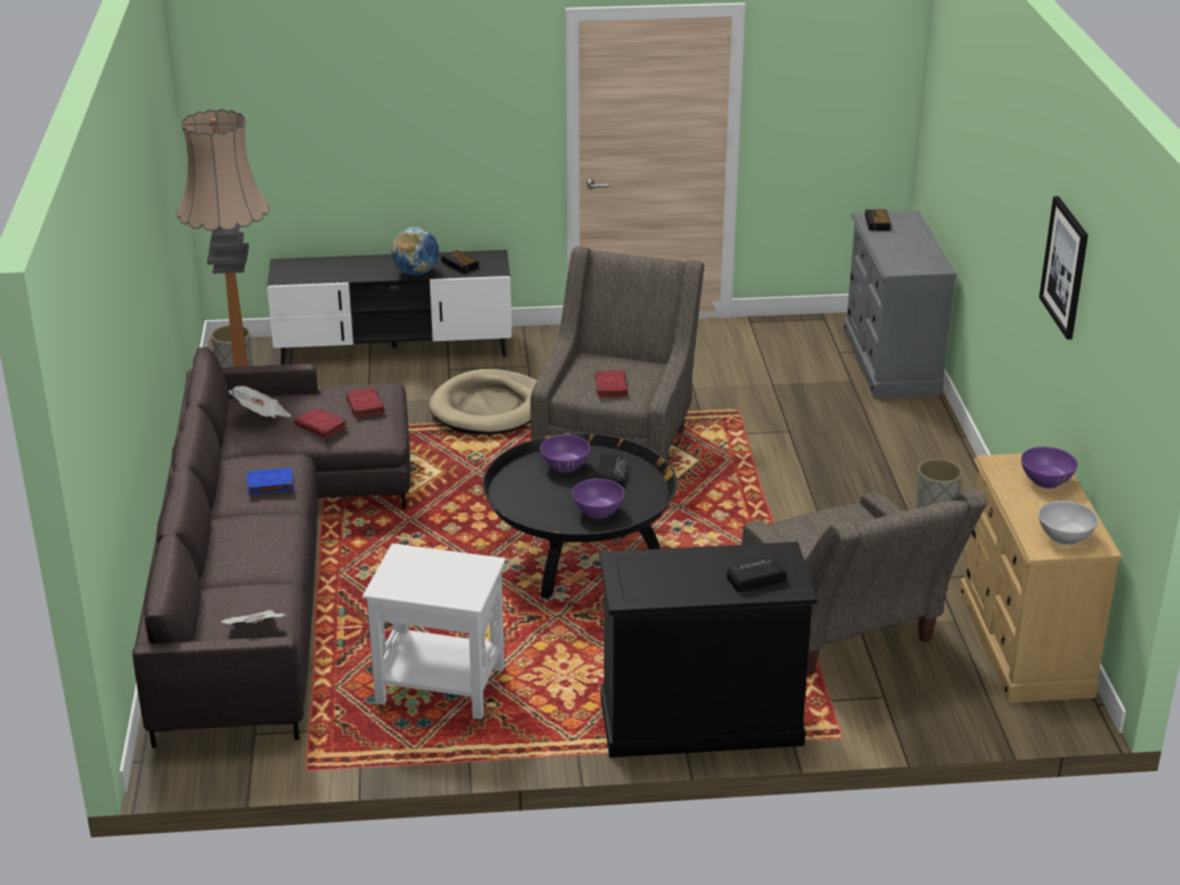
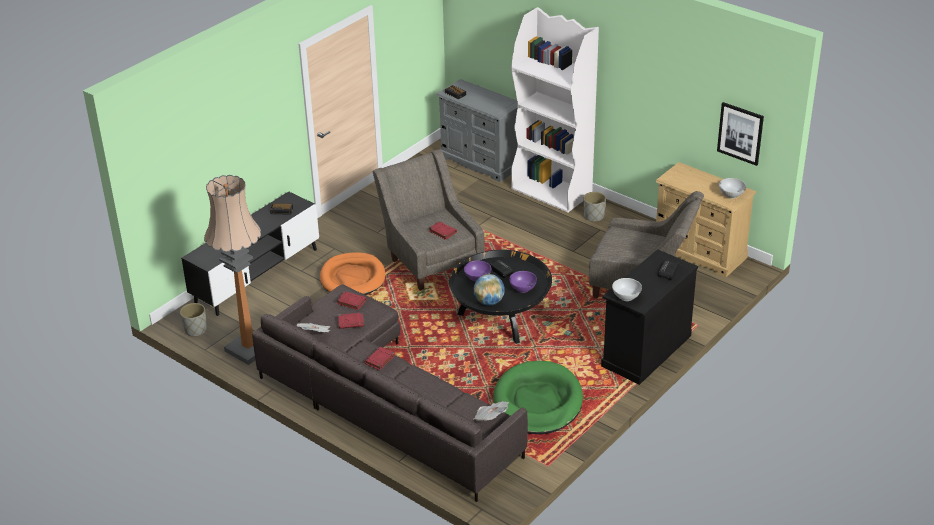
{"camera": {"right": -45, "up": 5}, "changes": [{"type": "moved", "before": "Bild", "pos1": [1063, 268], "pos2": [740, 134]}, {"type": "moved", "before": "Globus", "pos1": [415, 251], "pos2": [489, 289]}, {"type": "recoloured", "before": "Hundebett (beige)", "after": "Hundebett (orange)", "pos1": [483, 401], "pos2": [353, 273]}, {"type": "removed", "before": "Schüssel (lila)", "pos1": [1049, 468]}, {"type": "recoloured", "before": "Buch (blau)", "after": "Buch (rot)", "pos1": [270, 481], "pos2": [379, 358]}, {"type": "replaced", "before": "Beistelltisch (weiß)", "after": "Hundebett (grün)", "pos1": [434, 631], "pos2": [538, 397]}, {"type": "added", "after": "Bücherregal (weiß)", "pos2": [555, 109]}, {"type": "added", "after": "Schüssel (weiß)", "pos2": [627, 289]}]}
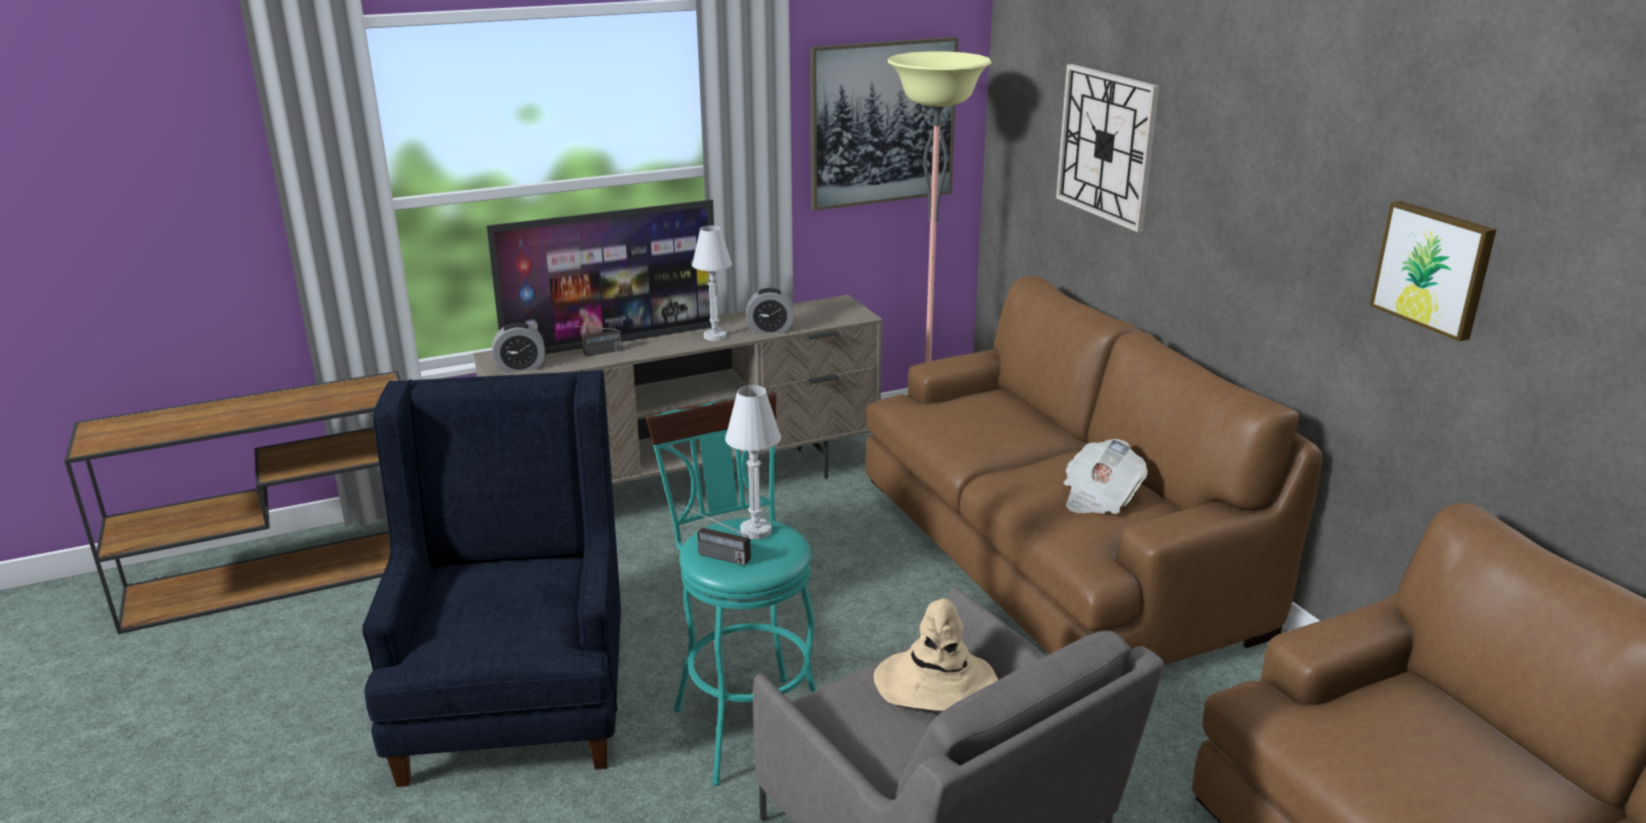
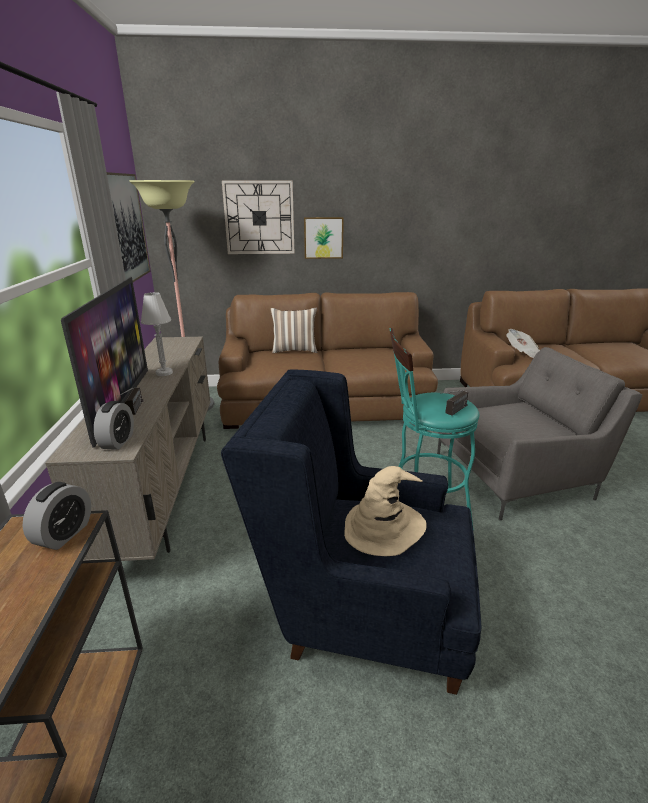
{"camera": {"right": -70, "up": 0}, "changes": [{"type": "moved", "before": "Bild", "pos1": [1433, 271], "pos2": [324, 238]}, {"type": "moved", "before": "Wecker", "pos1": [770, 311], "pos2": [56, 516]}, {"type": "removed", "before": "Tischlampe (weiß)", "pos1": [753, 462]}, {"type": "moved", "before": "Zeitung", "pos1": [1106, 476], "pos2": [523, 343]}, {"type": "moved", "before": "Hut (beige)", "pos1": [936, 655], "pos2": [385, 511]}, {"type": "added", "after": "Kissen", "pos2": [293, 330]}]}
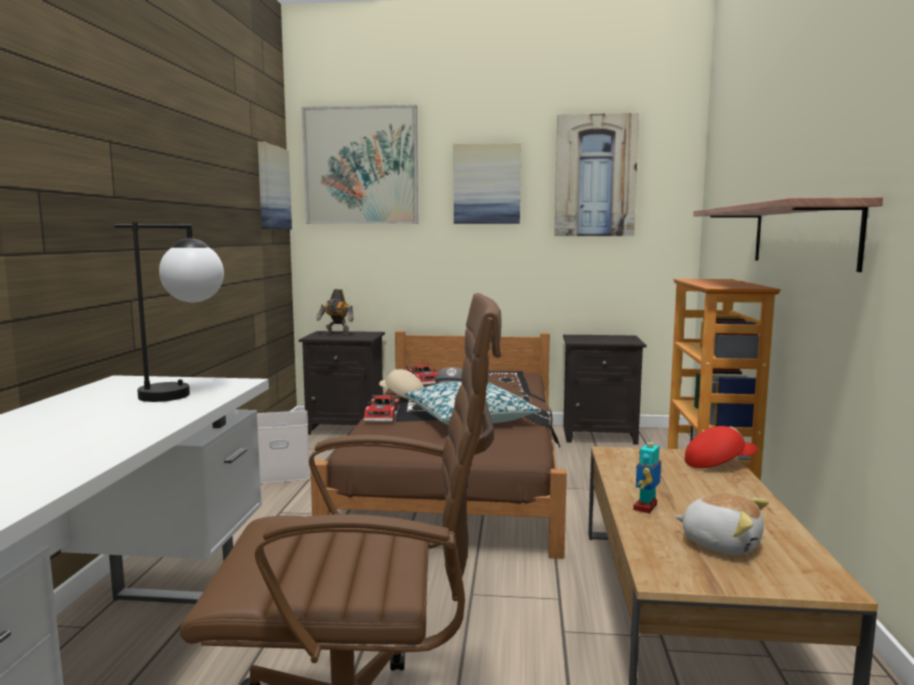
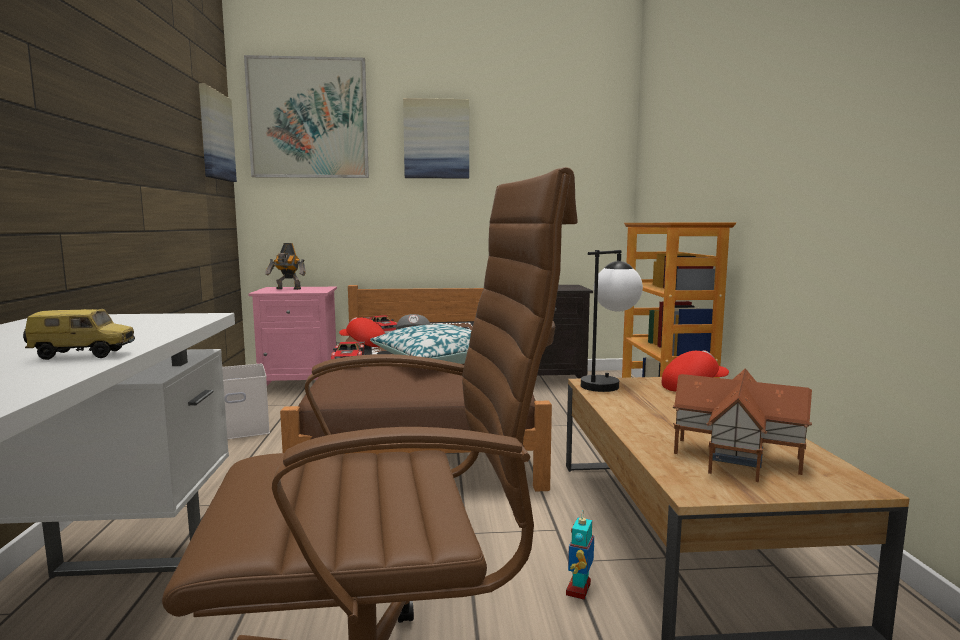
{"camera": {"right": -10, "up": 0}, "changes": [{"type": "removed", "before": "Bild", "pos1": [596, 174]}, {"type": "removed", "before": "Wandregal", "pos1": [788, 234]}, {"type": "moved", "before": "Tischlampe", "pos1": [169, 312], "pos2": [612, 321]}, {"type": "recoloured", "before": "Nachttisch (schwarz)", "after": "Nachttisch (rosa)", "pos1": [342, 383], "pos2": [292, 336]}, {"type": "recoloured", "before": "Kappe (beige)", "after": "Kappe (rot)", "pos1": [401, 384], "pos2": [362, 332]}, {"type": "moved", "before": "Spielzeugroboter", "pos1": [647, 474], "pos2": [580, 555]}, {"type": "replaced", "before": "Plüschtier", "after": "Spielzeughaus", "pos1": [722, 524], "pos2": [742, 425]}, {"type": "added", "after": "Spielzeugauto", "pos2": [79, 334]}]}
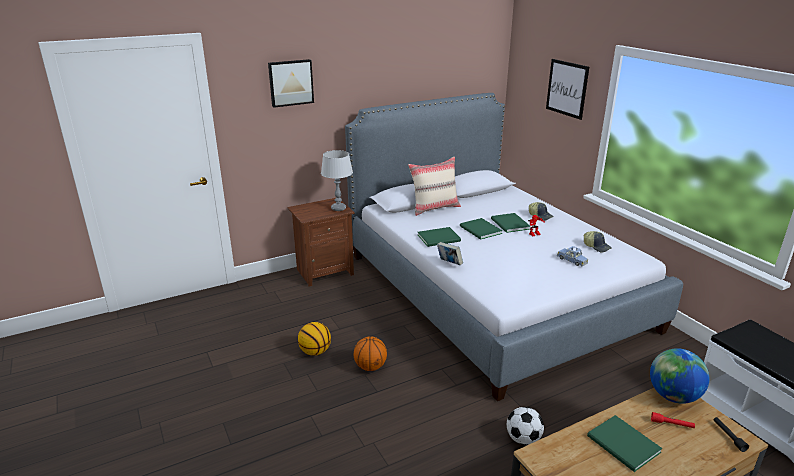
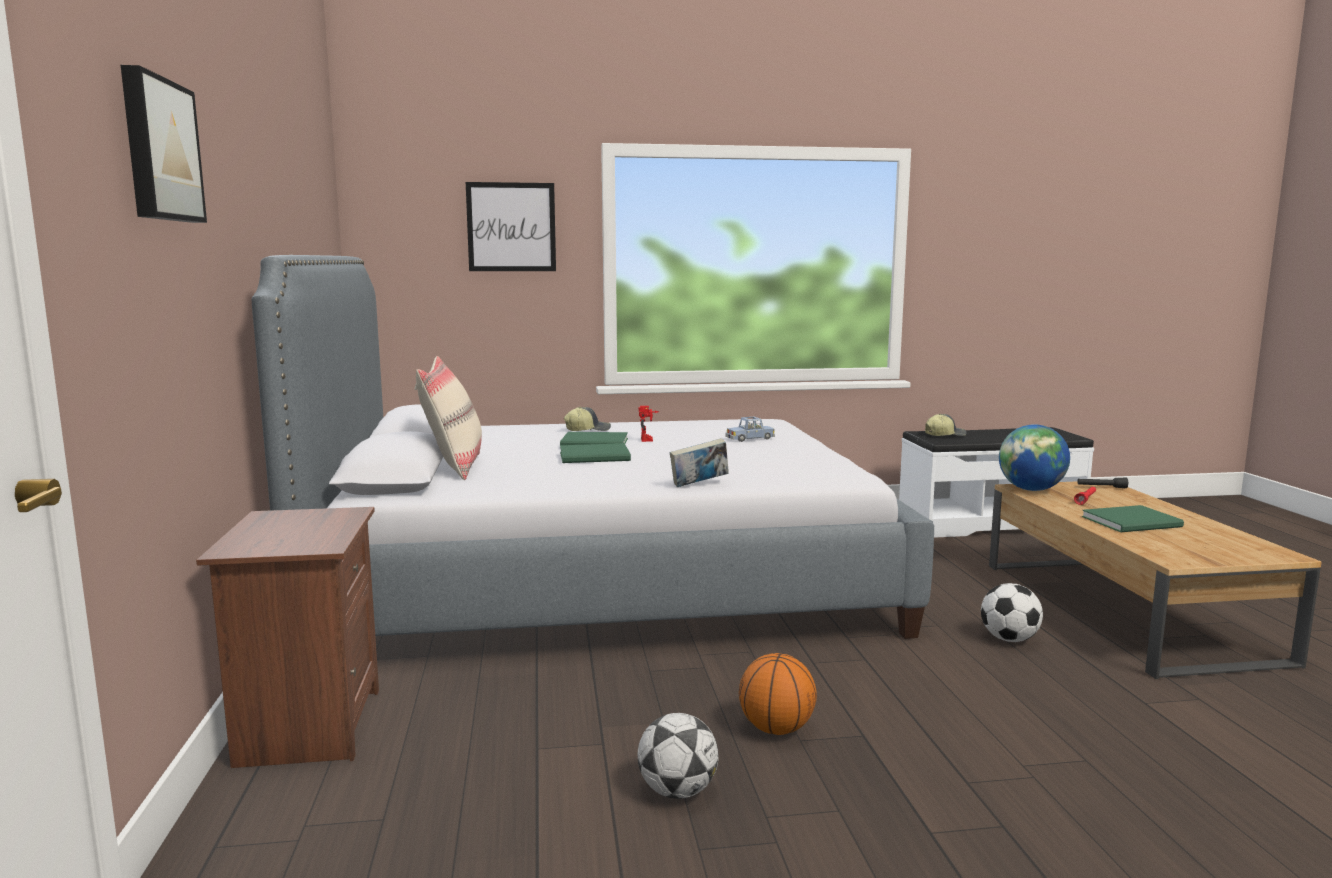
{"camera": {"right": -70, "up": -15}, "changes": [{"type": "removed", "before": "Tischlampe (grau)", "pos1": [337, 180]}, {"type": "removed", "before": "Buch (grün)", "pos1": [439, 237]}, {"type": "moved", "before": "Kappe", "pos1": [598, 241], "pos2": [946, 425]}, {"type": "replaced", "before": "Basketball", "after": "Fußball", "pos1": [314, 339], "pos2": [678, 756]}]}
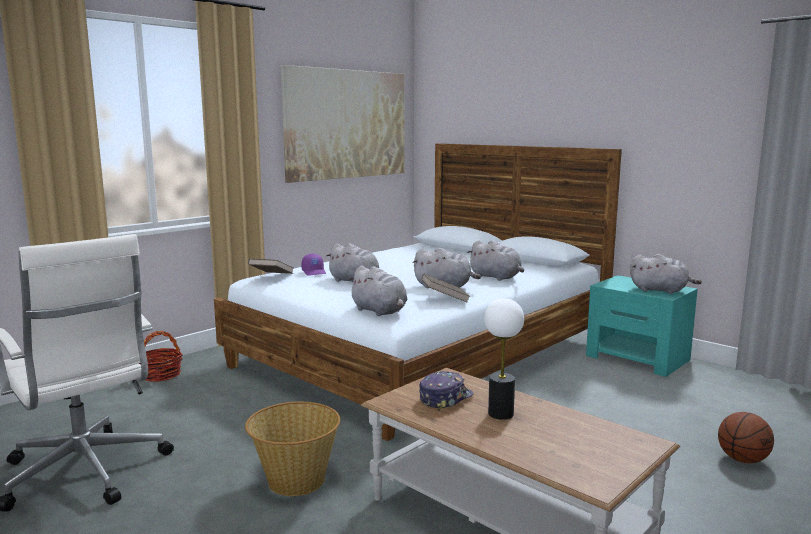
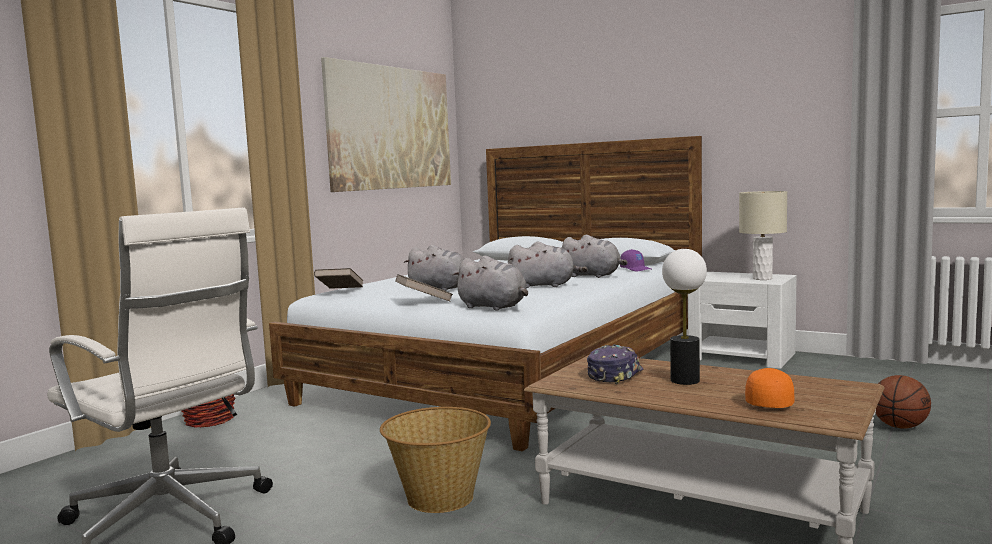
{"camera": {"right": -10, "up": -5}, "changes": [{"type": "moved", "before": "Kappe (lila)", "pos1": [314, 264], "pos2": [635, 260]}, {"type": "replaced", "before": "Plüschtier (grau)", "after": "Tischlampe (beige)", "pos1": [666, 274], "pos2": [763, 235]}, {"type": "moved", "before": "Buch (braun)", "pos1": [445, 288], "pos2": [424, 288]}, {"type": "recoloured", "before": "Nachttisch (türkis)", "after": "Nachttisch (weiß)", "pos1": [642, 326], "pos2": [742, 320]}, {"type": "added", "after": "Kappe (orange)", "pos2": [770, 388]}]}
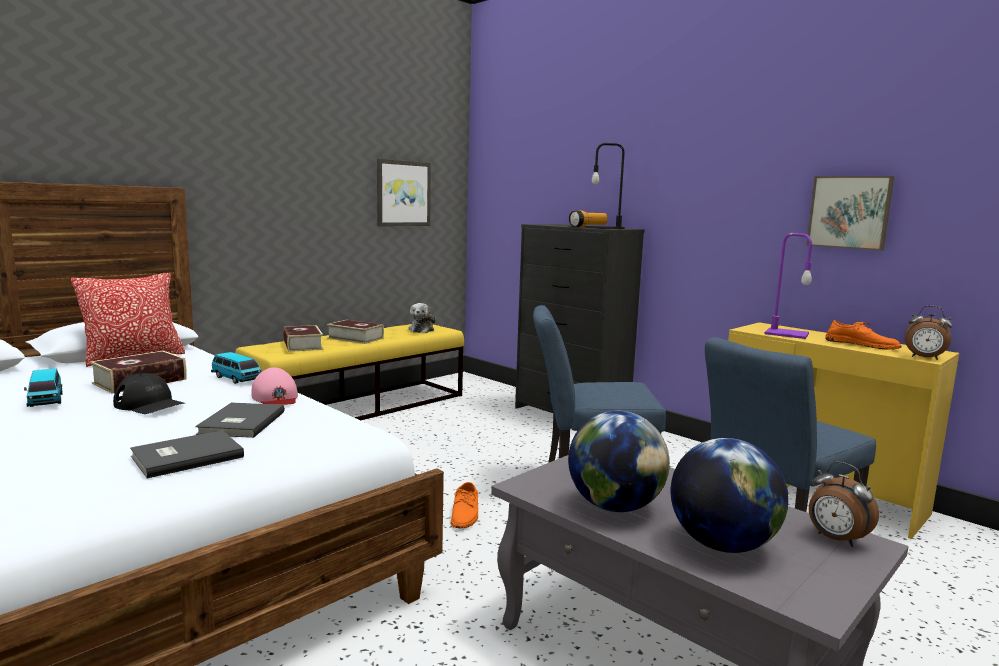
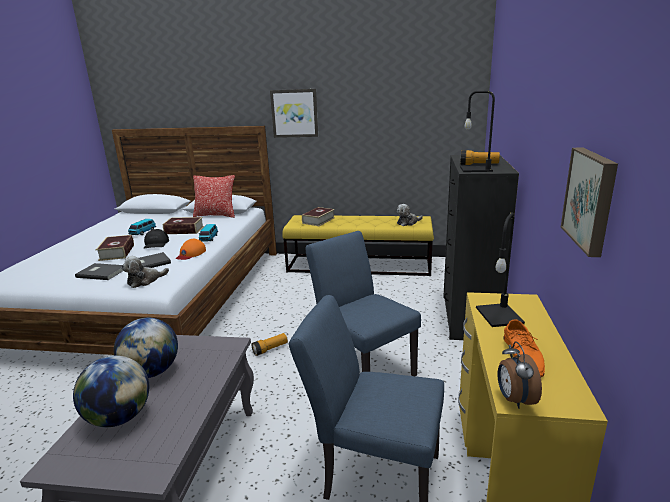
{"camera": {"right": 55, "up": 10}, "changes": [{"type": "moved", "before": "Bild", "pos1": [404, 192], "pos2": [294, 113]}, {"type": "recoloured", "before": "Tischlampe (lila)", "after": "Tischlampe (schwarz)", "pos1": [788, 286], "pos2": [500, 269]}, {"type": "moved", "before": "Buch", "pos1": [355, 332], "pos2": [115, 248]}, {"type": "recoloured", "before": "Kappe (rosa)", "after": "Kappe (orange)", "pos1": [274, 386], "pos2": [191, 249]}, {"type": "removed", "before": "Wecker", "pos1": [844, 504]}, {"type": "replaced", "before": "Schuh (orange)", "after": "Taschenlampe", "pos1": [464, 505], "pos2": [269, 344]}, {"type": "added", "after": "Plüschtier", "pos2": [145, 272]}]}
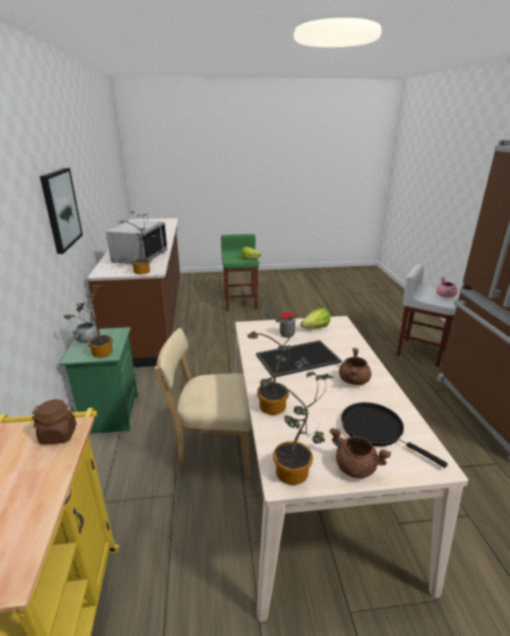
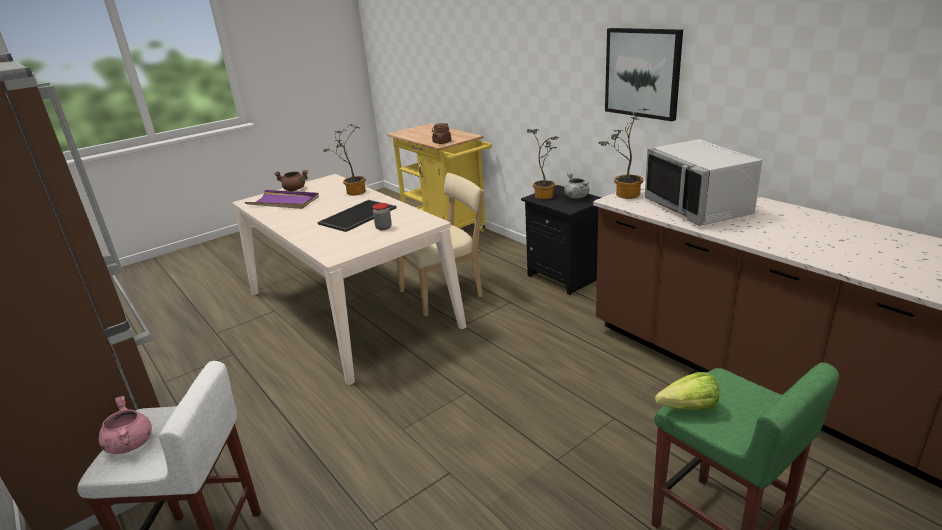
{"camera": {"right": 150, "up": 0}, "changes": [{"type": "removed", "before": "Salatkopf", "pos1": [315, 318]}, {"type": "recoloured", "before": "Nachttisch (grün)", "after": "Nachttisch (schwarz)", "pos1": [99, 380], "pos2": [561, 240]}, {"type": "removed", "before": "Kochtopf (braun)", "pos1": [355, 366]}, {"type": "removed", "before": "Topfpflanze", "pos1": [297, 422]}, {"type": "replaced", "before": "Pfanne (schwarz)", "after": "Tablett (lila)", "pos1": [394, 435], "pos2": [282, 199]}]}
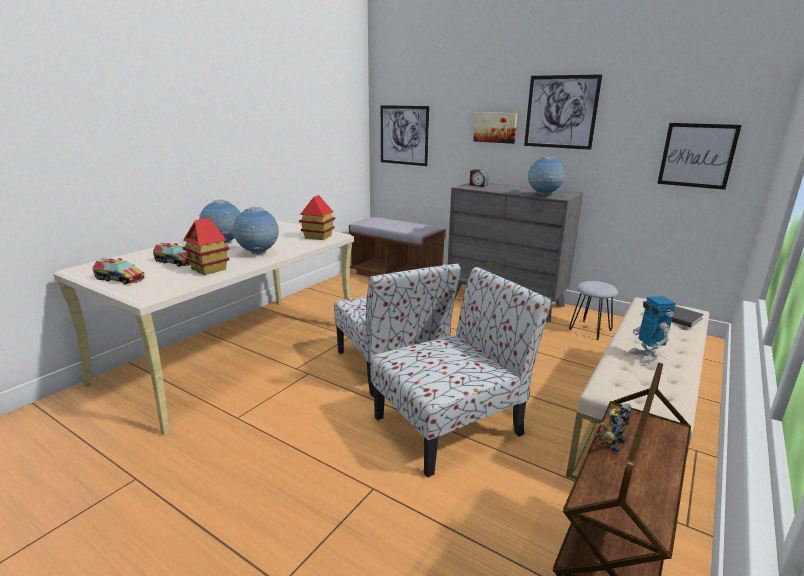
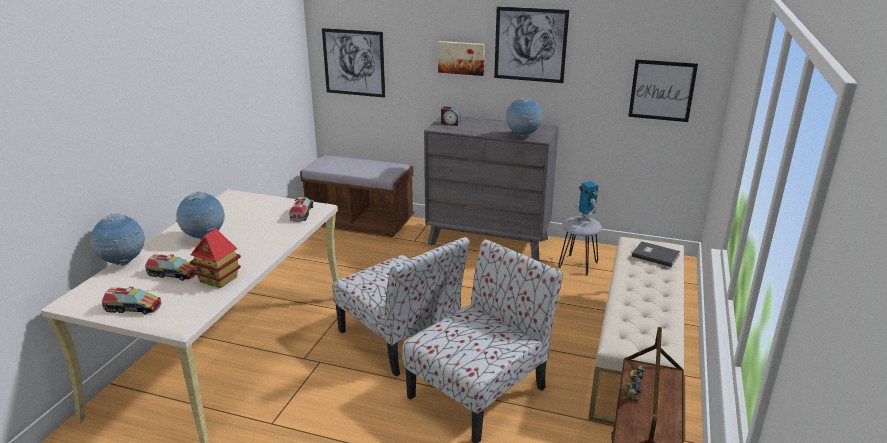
{"camera": {"right": -15, "up": 5}, "changes": [{"type": "replaced", "before": "Spielzeughaus", "after": "Spielzeuglaster", "pos1": [317, 217], "pos2": [301, 209]}, {"type": "moved", "before": "Globus", "pos1": [256, 231], "pos2": [117, 239]}, {"type": "moved", "before": "Spielzeugroboter", "pos1": [652, 329], "pos2": [585, 204]}]}
